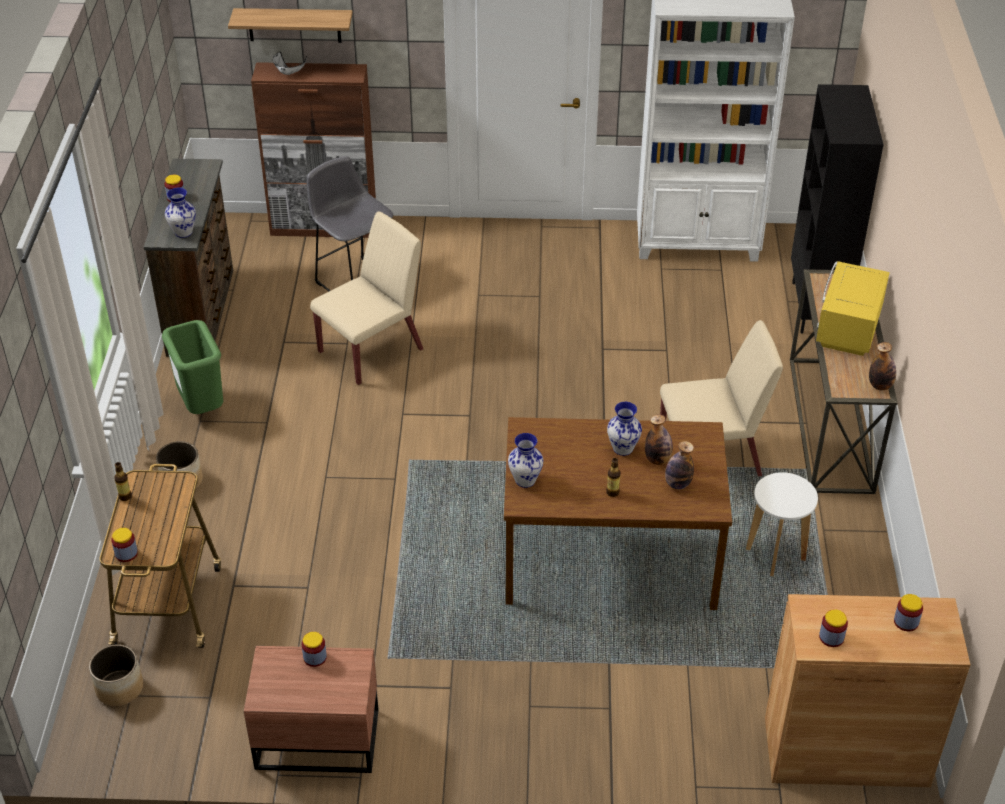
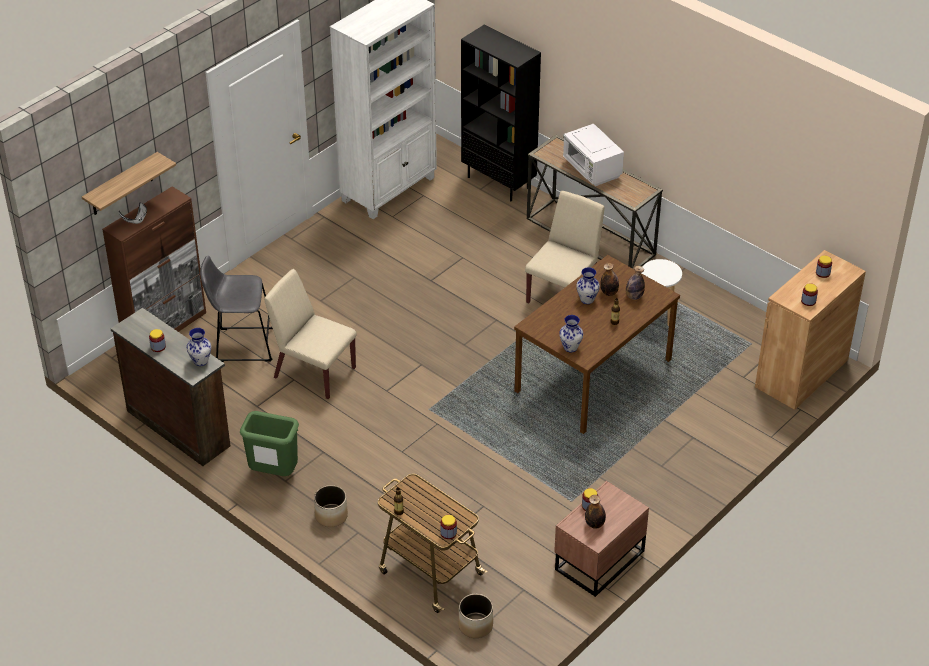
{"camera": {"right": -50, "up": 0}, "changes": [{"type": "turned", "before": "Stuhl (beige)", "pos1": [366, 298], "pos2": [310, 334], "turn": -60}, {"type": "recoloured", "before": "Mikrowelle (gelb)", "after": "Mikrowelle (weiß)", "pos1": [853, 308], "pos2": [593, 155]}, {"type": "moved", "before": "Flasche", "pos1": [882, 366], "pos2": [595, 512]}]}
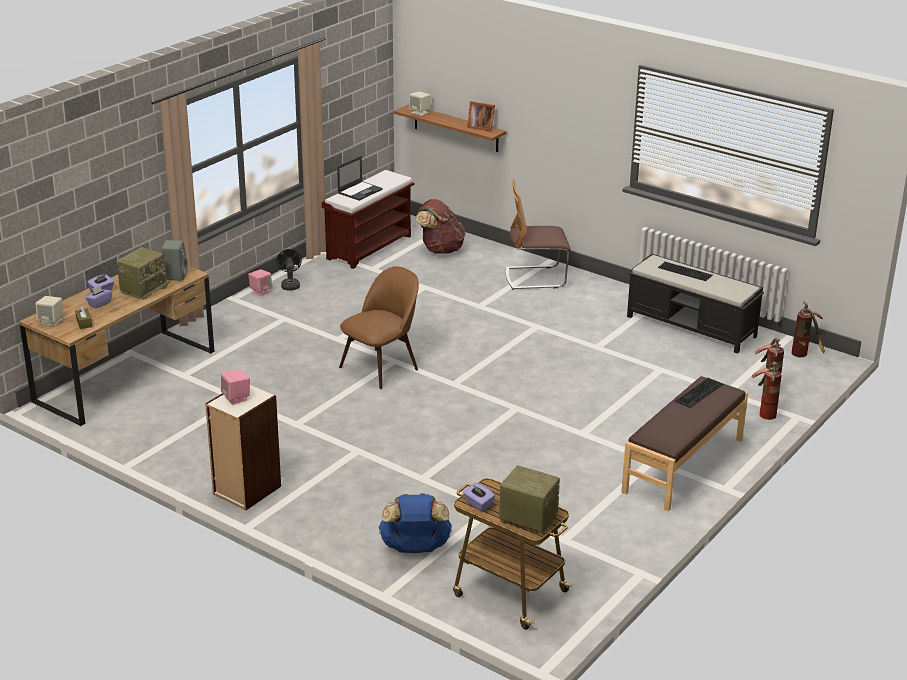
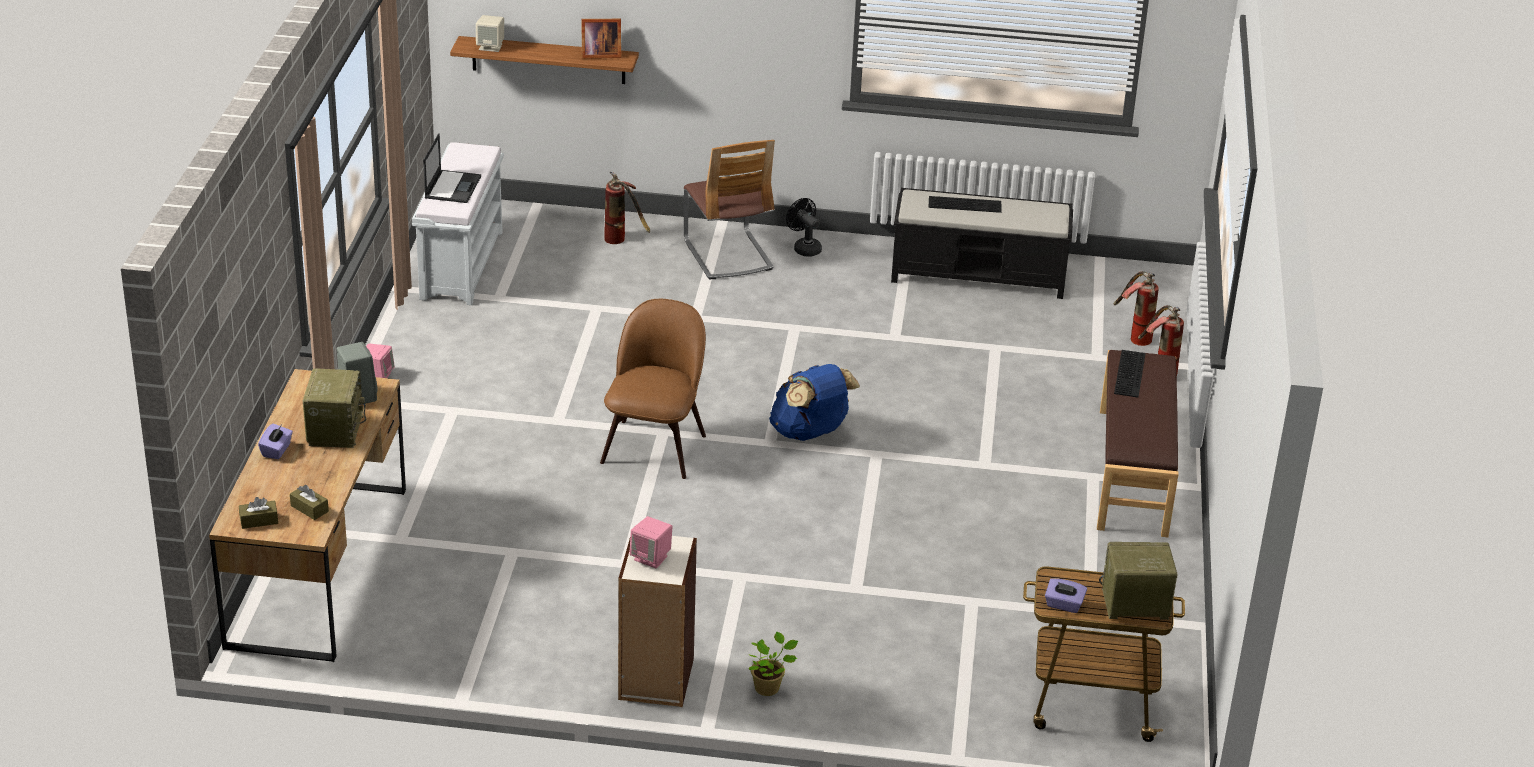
{"camera": {"right": -30, "up": 5}, "changes": [{"type": "recoloured", "before": "Bank (braun)", "after": "Bank (weiß)", "pos1": [367, 219], "pos2": [458, 223]}, {"type": "turned", "before": "Stuhl", "pos1": [538, 234], "pos2": [729, 209], "turn": -75}, {"type": "removed", "before": "Rucksack (braun)", "pos1": [441, 226]}, {"type": "moved", "before": "Ventilator (schwarz)", "pos1": [289, 269], "pos2": [804, 227]}, {"type": "removed", "before": "Taschentuchbox (lila)", "pos1": [99, 296]}, {"type": "replaced", "before": "Lautsprecher (beige)", "after": "Taschentuchbox (braun)", "pos1": [49, 311], "pos2": [258, 513]}, {"type": "moved", "before": "Feuerlöscher", "pos1": [808, 329], "pos2": [627, 208]}, {"type": "moved", "before": "Rucksack (blau)", "pos1": [415, 523], "pos2": [814, 402]}, {"type": "added", "after": "Topfpflanze", "pos2": [773, 664]}]}
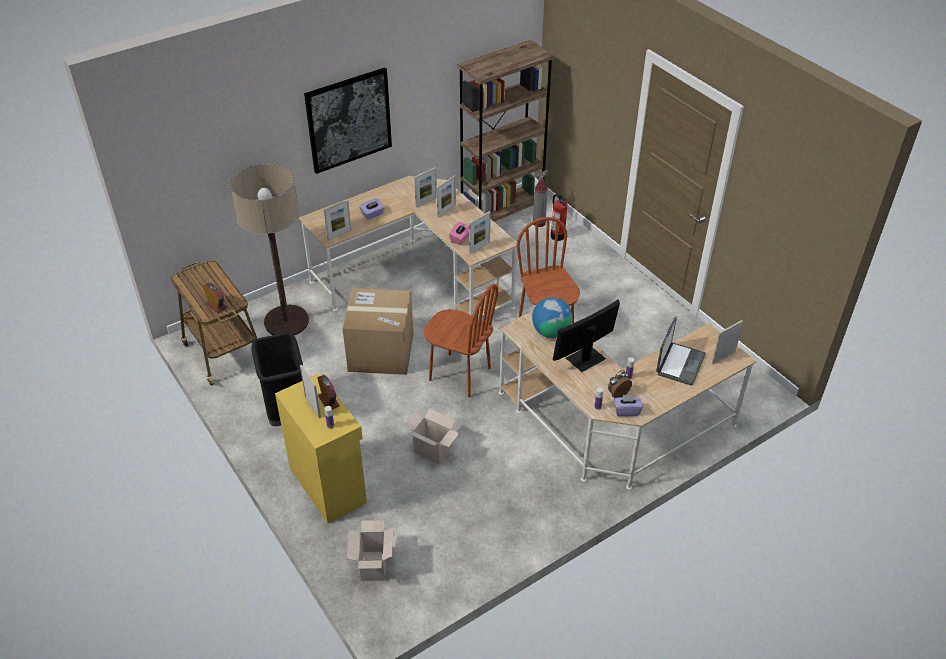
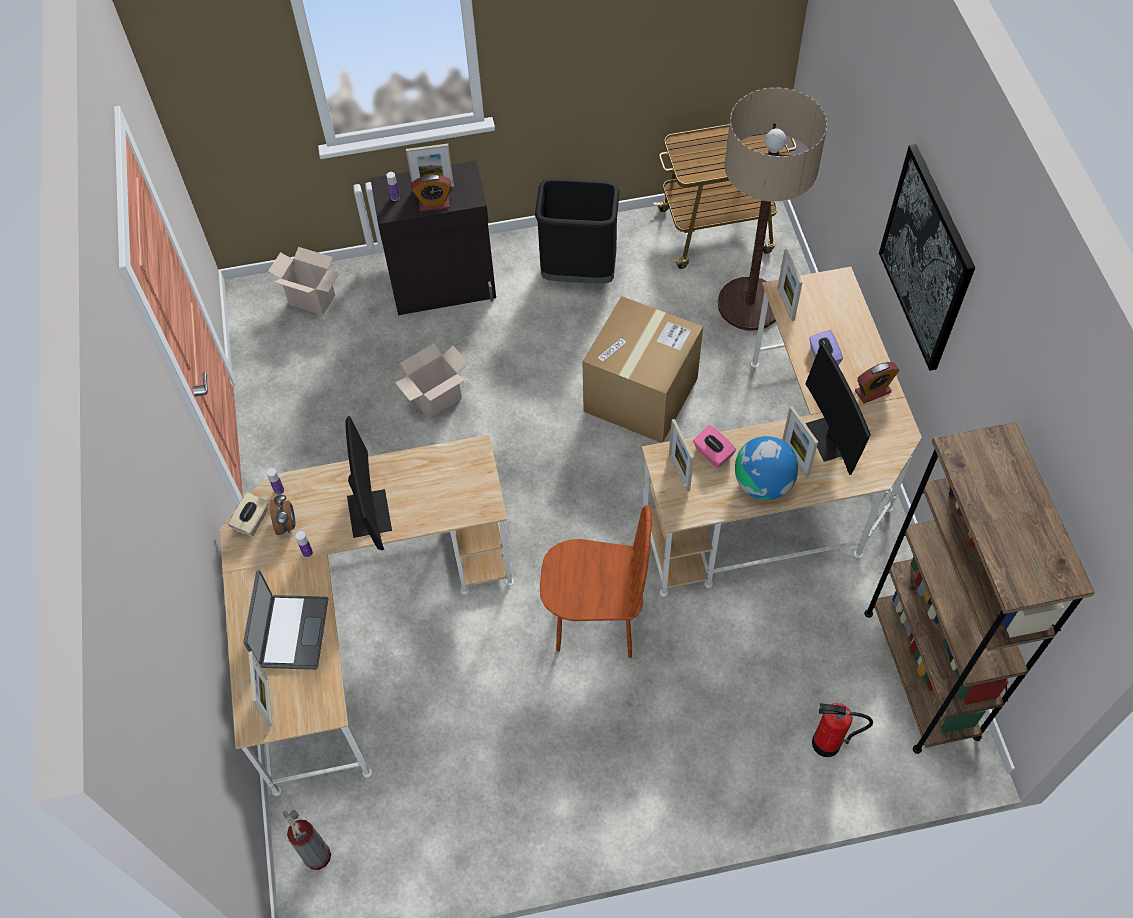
{"camera": {"right": 115, "up": 15}, "changes": [{"type": "replaced", "before": "Bilderrahmen", "after": "Monitor", "pos1": [425, 187], "pos2": [838, 409]}, {"type": "moved", "before": "Feuerlöscher", "pos1": [540, 198], "pos2": [307, 840]}, {"type": "moved", "before": "Wecker", "pos1": [214, 298], "pos2": [877, 383]}, {"type": "removed", "before": "Stuhl (braun)", "pos1": [461, 340]}, {"type": "moved", "before": "Globus", "pos1": [552, 317], "pos2": [766, 468]}, {"type": "turned", "before": "Laptop", "pos1": [681, 351], "pos2": [285, 620], "turn": -135}, {"type": "recoloured", "before": "Schrank (gelb)", "after": "Schrank (schwarz)", "pos1": [321, 448], "pos2": [433, 238]}, {"type": "recoloured", "before": "Taschentuchbox (lila)", "after": "Taschentuchbox (beige)", "pos1": [628, 405], "pos2": [248, 514]}]}
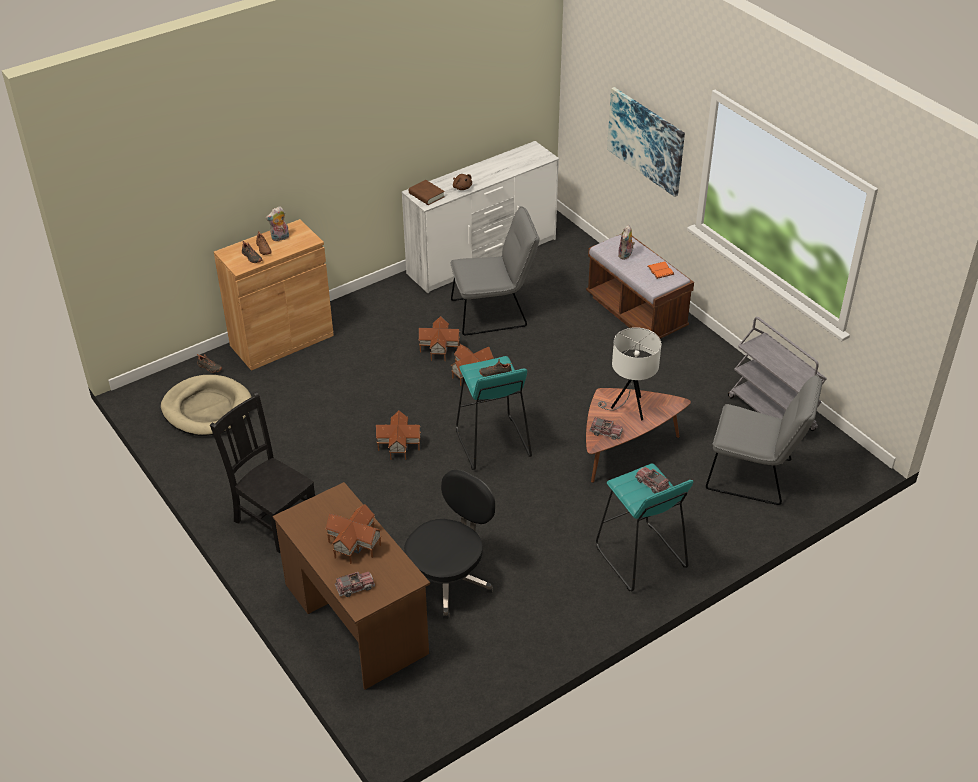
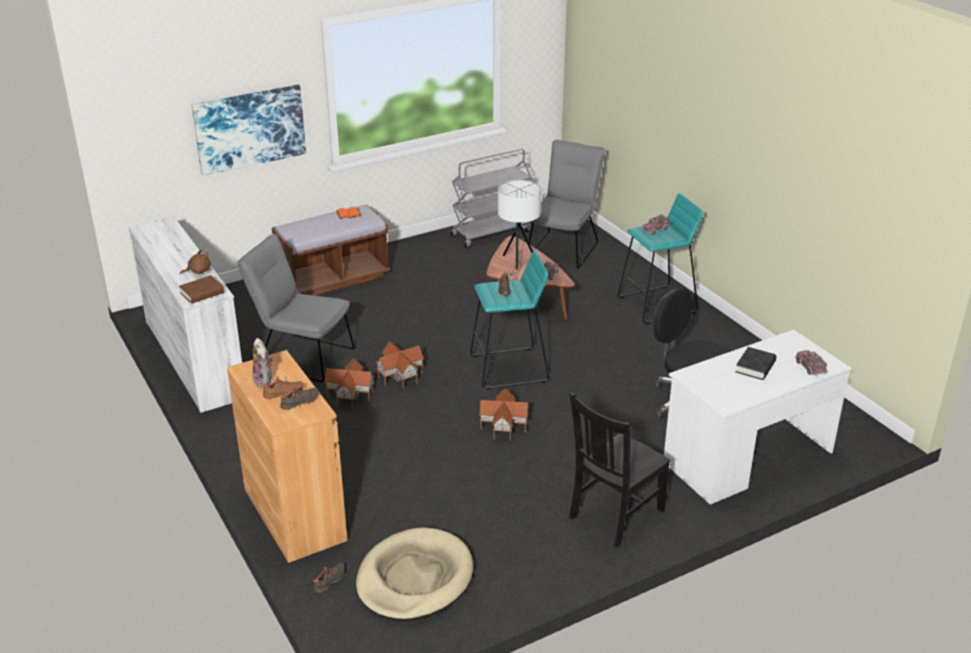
{"camera": {"right": -85, "up": -10}, "changes": [{"type": "turned", "before": "Stuhl (grau)", "pos1": [495, 271], "pos2": [296, 308], "turn": -60}, {"type": "removed", "before": "Plüschtier", "pos1": [626, 242]}, {"type": "recoloured", "before": "Schreibtisch (braun)", "after": "Schreibtisch (weiß)", "pos1": [351, 586], "pos2": [758, 417]}, {"type": "replaced", "before": "Spielzeughaus", "after": "Buch (schwarz)", "pos1": [353, 534], "pos2": [756, 363]}]}
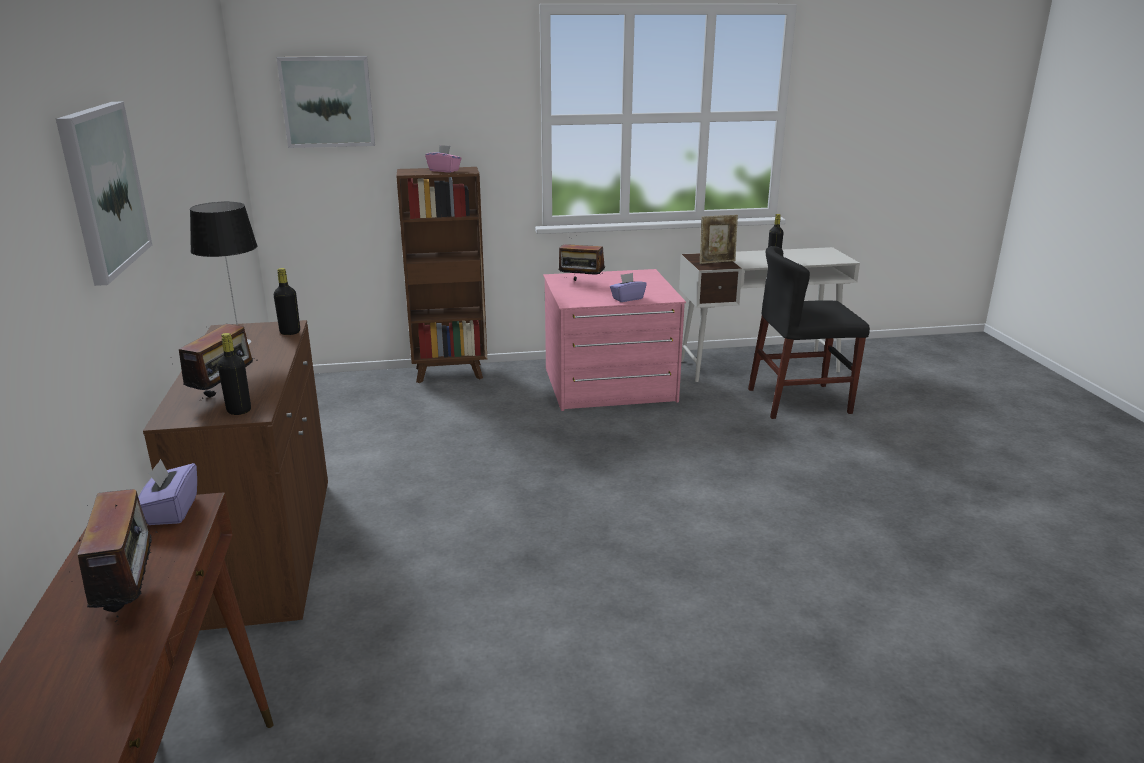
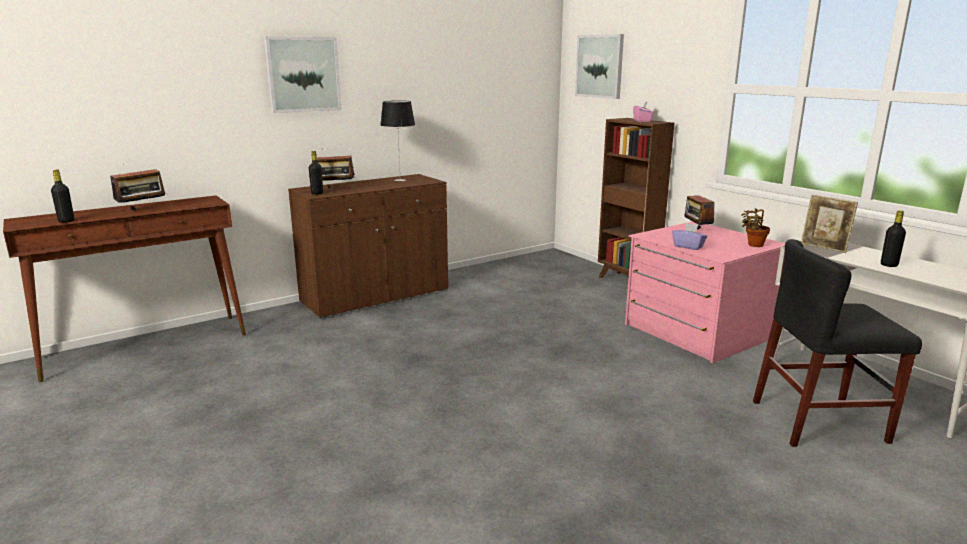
{"camera": {"right": 65, "up": -5}, "changes": [{"type": "turned", "before": "Stuhl (schwarz)", "pos1": [809, 332], "pos2": [837, 343], "turn": -60}, {"type": "moved", "before": "Flasche (schwarz)", "pos1": [287, 301], "pos2": [62, 196]}, {"type": "removed", "before": "Taschentuchbox (lila)", "pos1": [167, 492]}, {"type": "added", "after": "Topfpflanze", "pos2": [755, 227]}]}
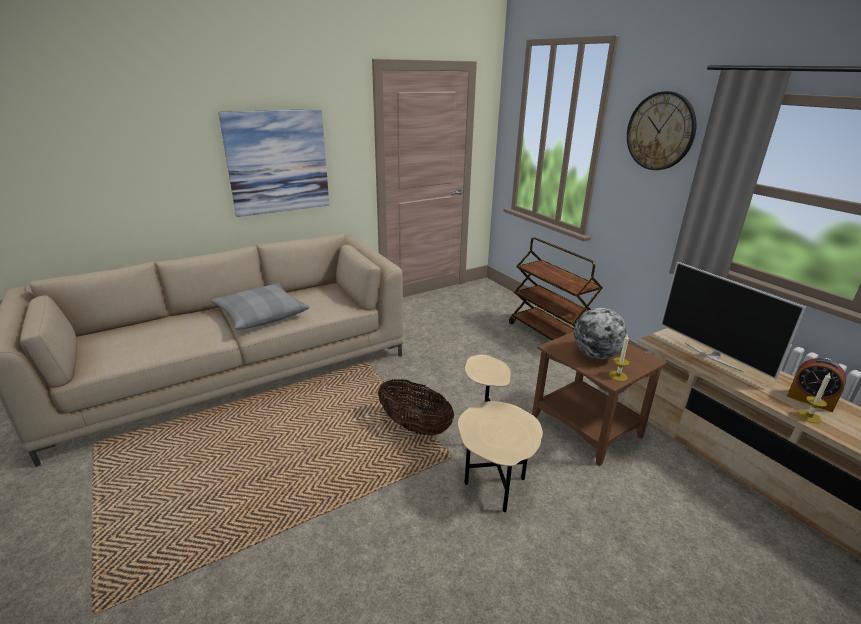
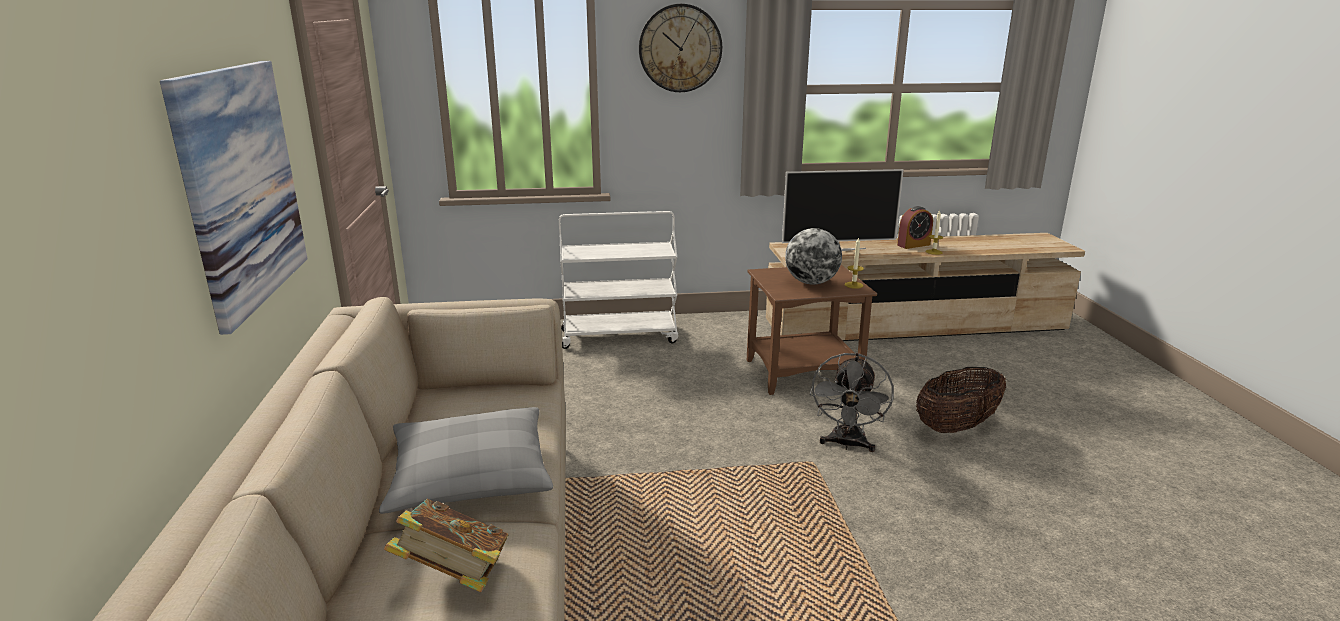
{"camera": {"right": -65, "up": -5}, "changes": [{"type": "recoloured", "before": "Rollwagen (braun)", "after": "Rollwagen (weiß)", "pos1": [556, 288], "pos2": [618, 280]}, {"type": "replaced", "before": "Beistelltisch (beige)", "after": "Ventilator (grau)", "pos1": [500, 433], "pos2": [852, 402]}, {"type": "moved", "before": "Korb", "pos1": [416, 407], "pos2": [961, 400]}, {"type": "added", "after": "Buch", "pos2": [446, 545]}]}
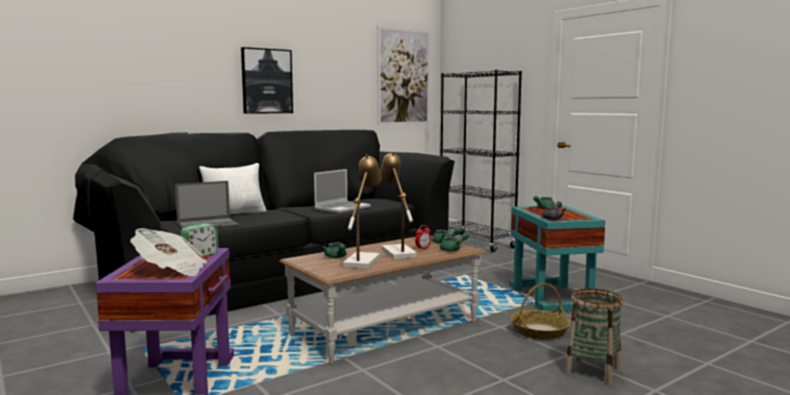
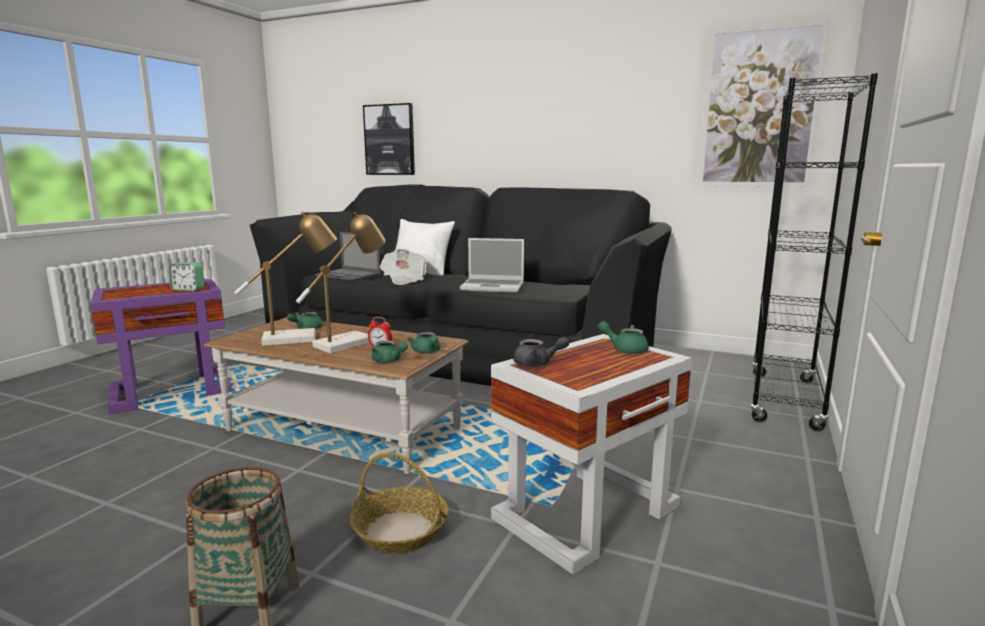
{"camera": {"right": 60, "up": 5}, "changes": [{"type": "moved", "before": "Bild", "pos1": [267, 80], "pos2": [389, 139]}, {"type": "recoloured", "before": "Beistelltisch (türkis)", "after": "Beistelltisch (weiß)", "pos1": [557, 258], "pos2": [591, 454]}, {"type": "moved", "before": "Zeitung", "pos1": [168, 252], "pos2": [403, 267]}]}
